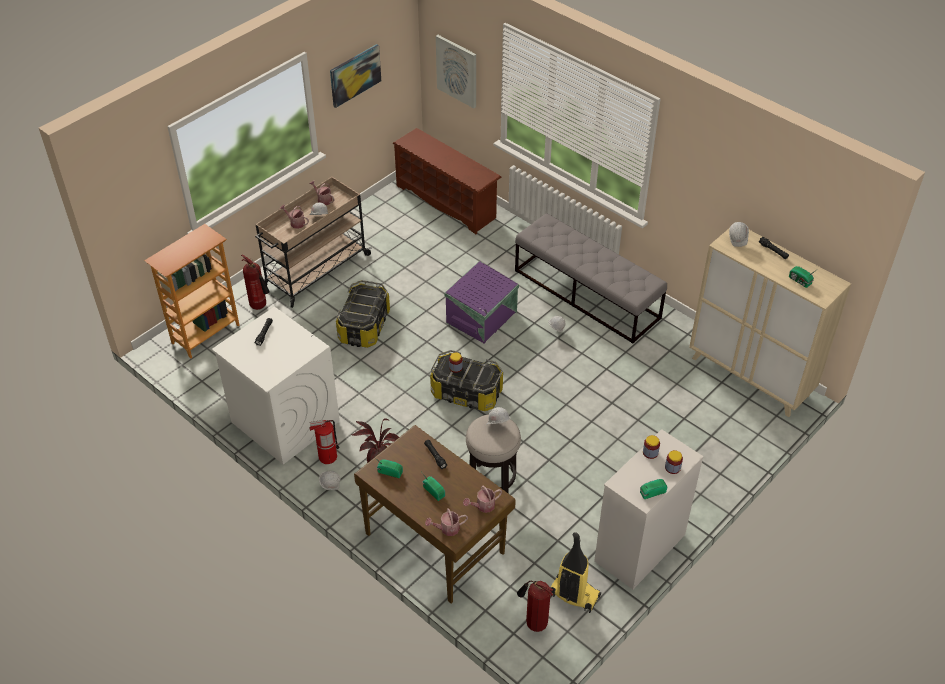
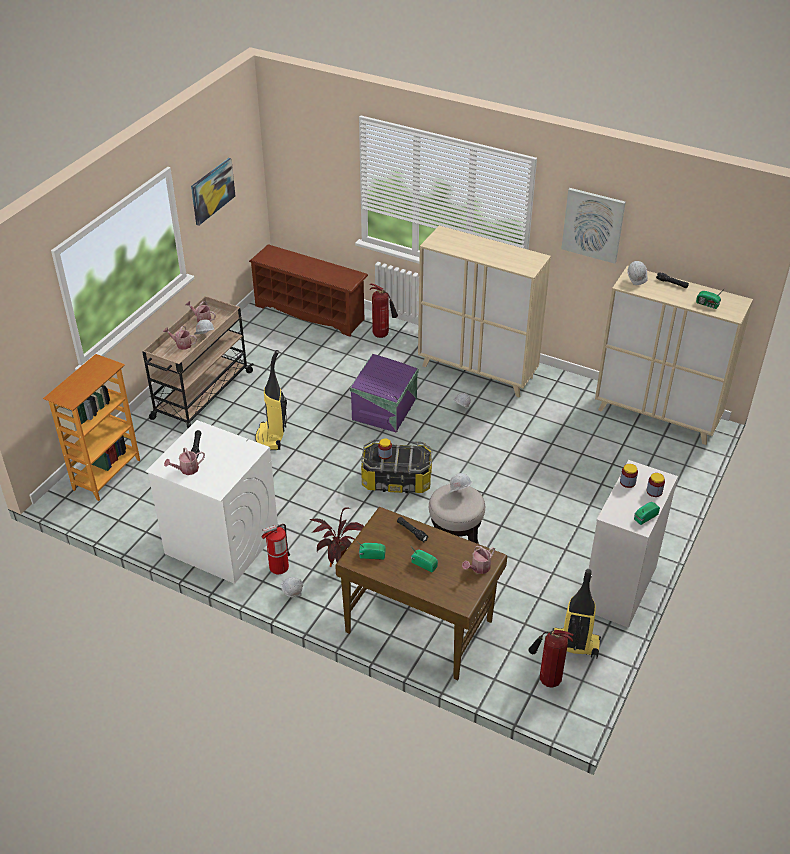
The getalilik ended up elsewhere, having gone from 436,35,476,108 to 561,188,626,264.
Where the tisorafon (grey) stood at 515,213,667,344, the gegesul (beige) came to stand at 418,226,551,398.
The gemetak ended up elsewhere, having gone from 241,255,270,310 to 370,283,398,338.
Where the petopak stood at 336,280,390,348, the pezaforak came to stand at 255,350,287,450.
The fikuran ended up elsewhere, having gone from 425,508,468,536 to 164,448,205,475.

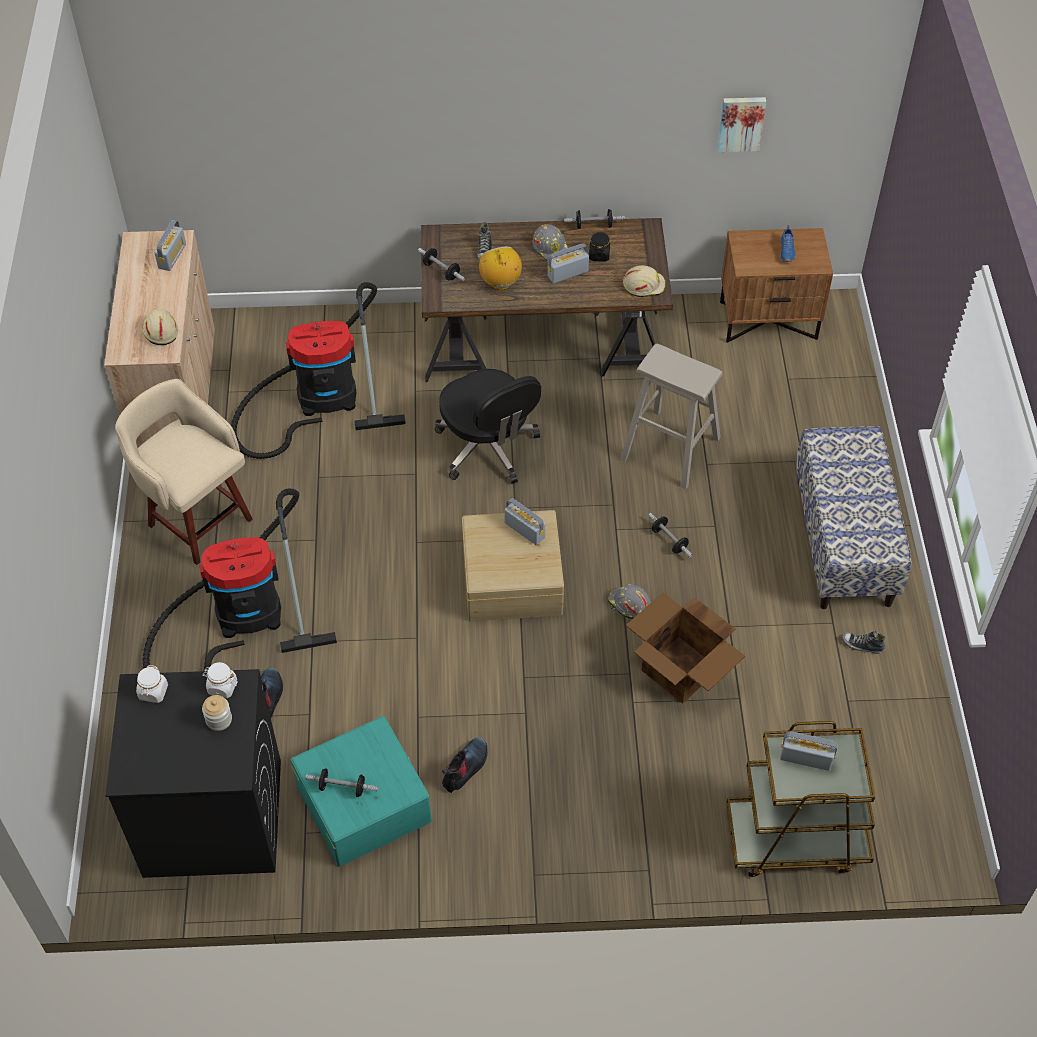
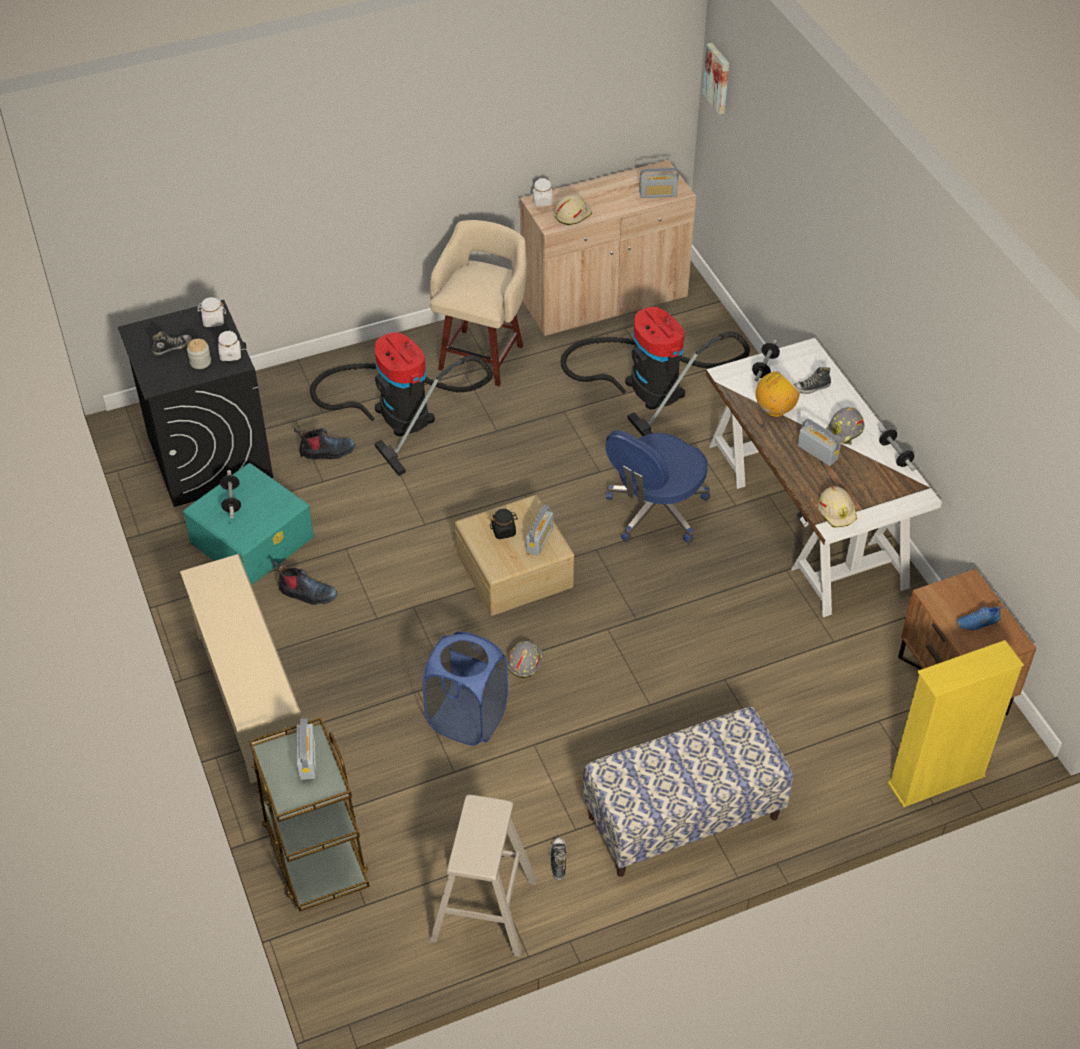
The getalilik ended up elsewhere, having gone from 717,97,766,152 to 702,43,729,115.
What was the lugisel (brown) at 421,218,673,382 turned into the lugisel (white) at 706,338,942,617.
The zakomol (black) ended up elsewhere, having gone from 589,231,610,261 to 490,509,518,539.
The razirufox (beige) ended up elsewhere, having gone from 620,344,723,489 to 430,795,537,957.
What was the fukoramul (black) at 435,369,541,484 turned into the fukoramul (blue) at 606,430,710,544.
The second view lost the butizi at 648,513,692,558.
Where the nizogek stood at 626,593,745,704, the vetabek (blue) came to stand at 423,631,508,746.
The second view gained the zakomol (white) at 533,178,552,206.
The second view gained the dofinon at 152,331,192,355.
The second view gained the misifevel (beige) at 180,554,301,783.
The second view gained the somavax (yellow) at 887,640,1024,807.

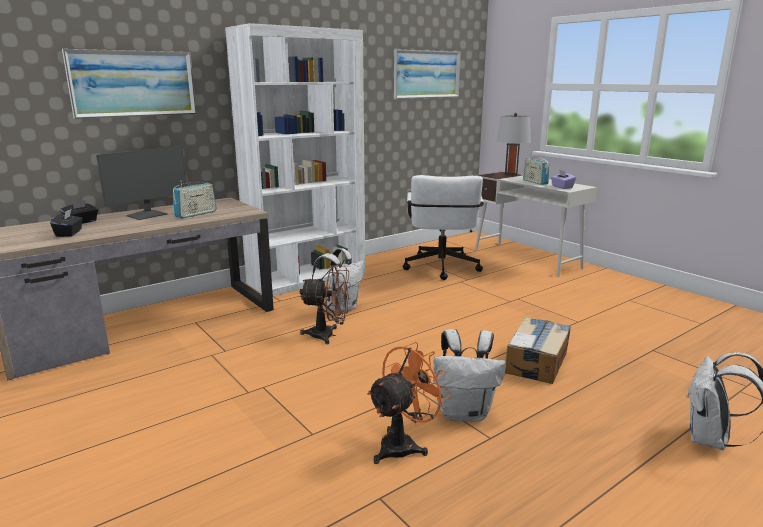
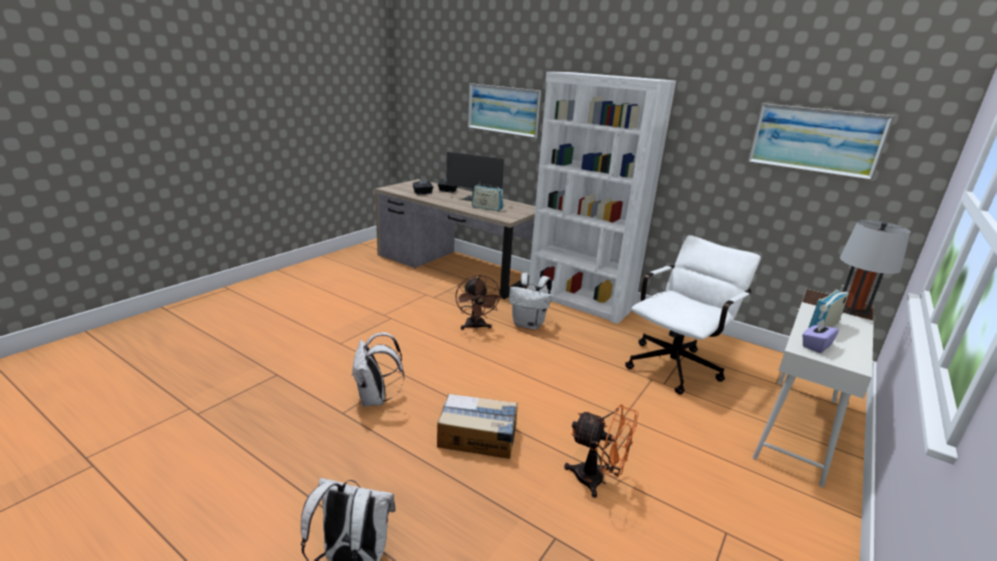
The fukoramul (white) at 403,175,484,280 ended up facing another way, 150 degrees clockwise from before.
The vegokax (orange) ended up elsewhere, having gone from 367,342,452,464 to 564,404,638,498.

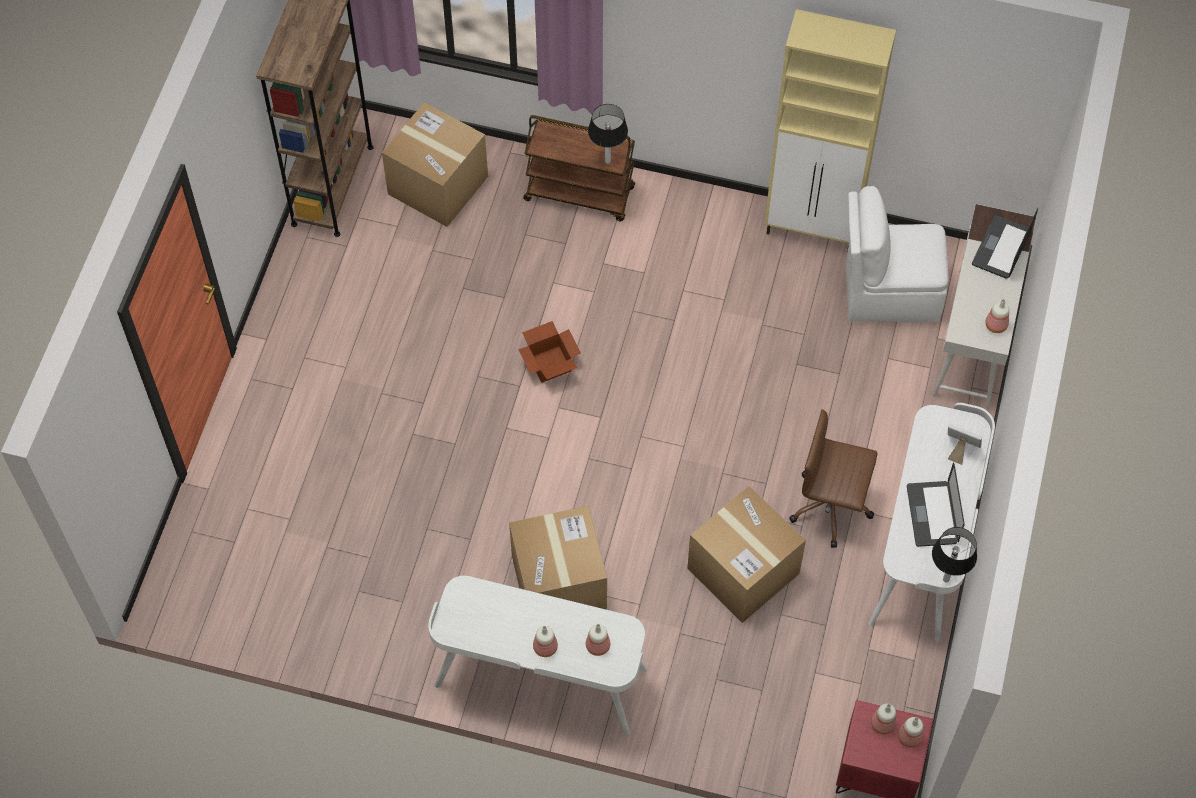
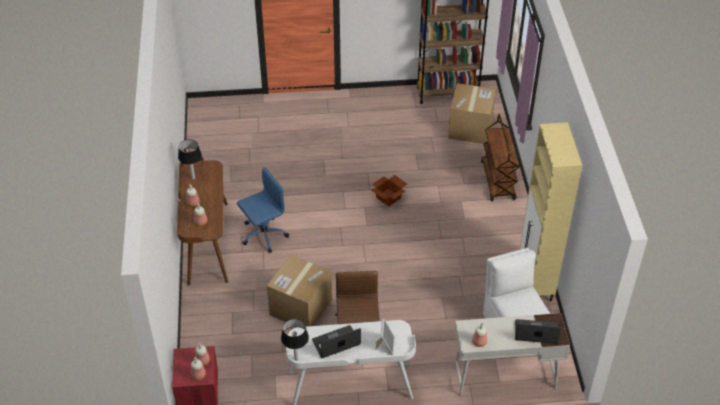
The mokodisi ended up elsewhere, having gone from 588,104,628,164 to 178,139,202,180.
Where the nizogek stood at 509,506,607,610, the fukoramul (blue) came to stand at 237,167,289,253.
What was the lugisel (white) at 428,576,647,736 turned into the lugisel (brown) at 177,157,228,286.

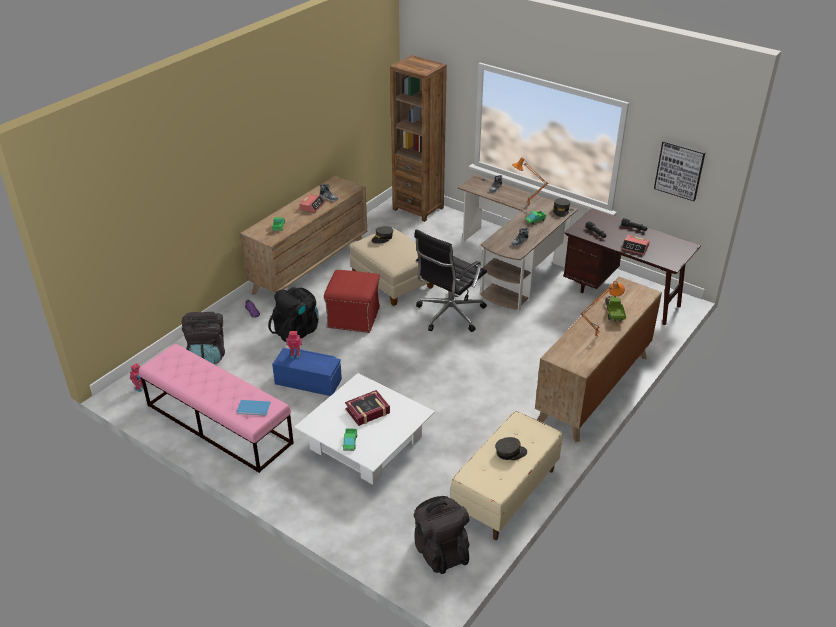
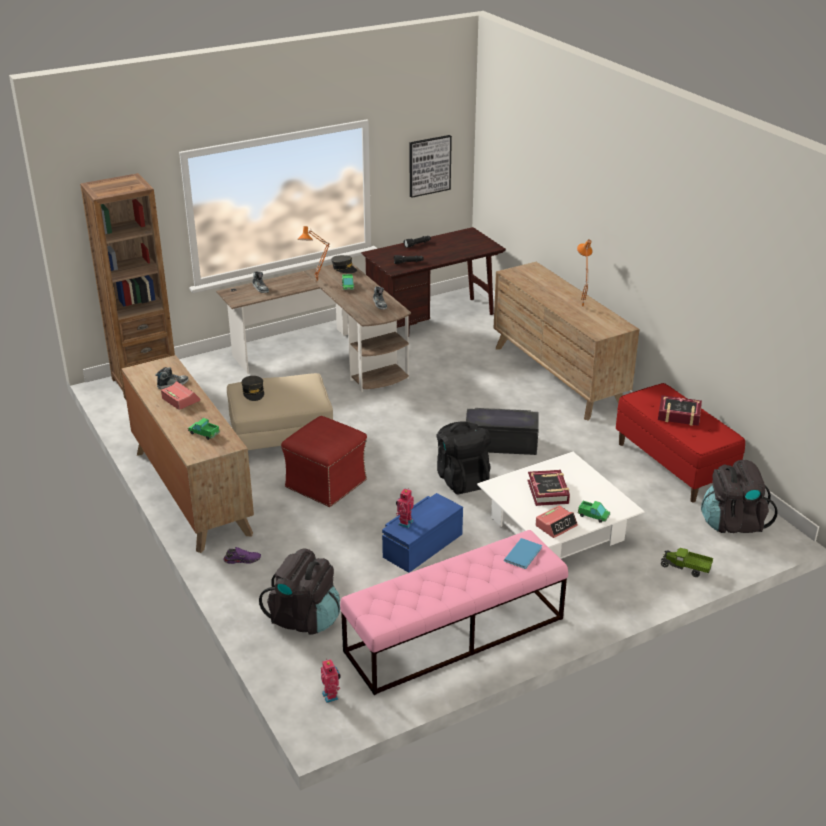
The second view lost the fukoramul (black) at 414,229,487,332.
The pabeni ended up elsewhere, having gone from 622,235,650,255 to 536,505,578,538.
The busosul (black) ended up elsewhere, having gone from 268,287,319,342 to 436,421,491,494.
The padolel ended up elsewhere, having gone from 605,296,626,322 to 660,548,713,577.
What was the tisorafon (beige) at 450,411,562,540 turned into the tisorafon (red) at 616,383,745,502.
Where the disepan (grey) stood at 495,437,527,460, the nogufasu came to stand at 658,395,702,426.
The second view gained the petopak (black) at 466,408,539,455.

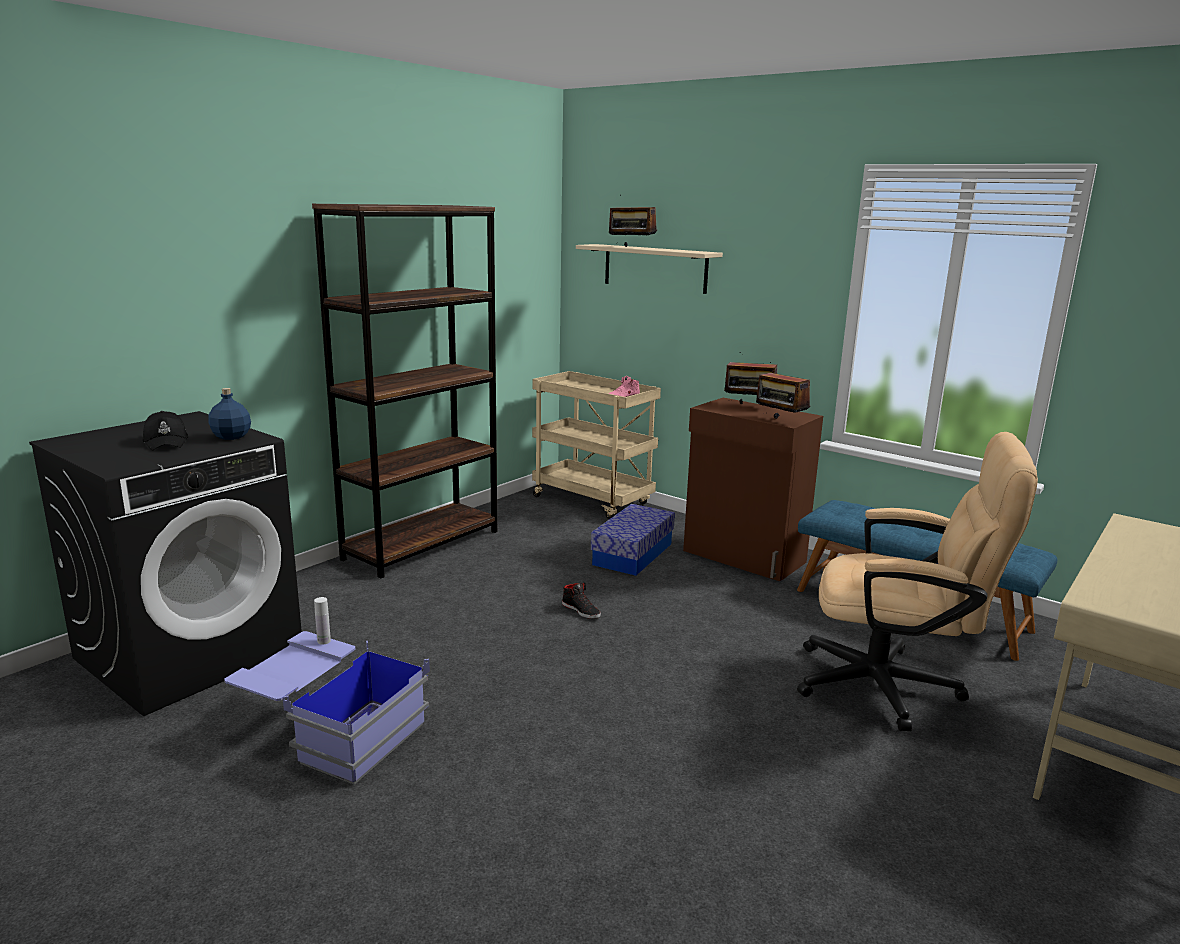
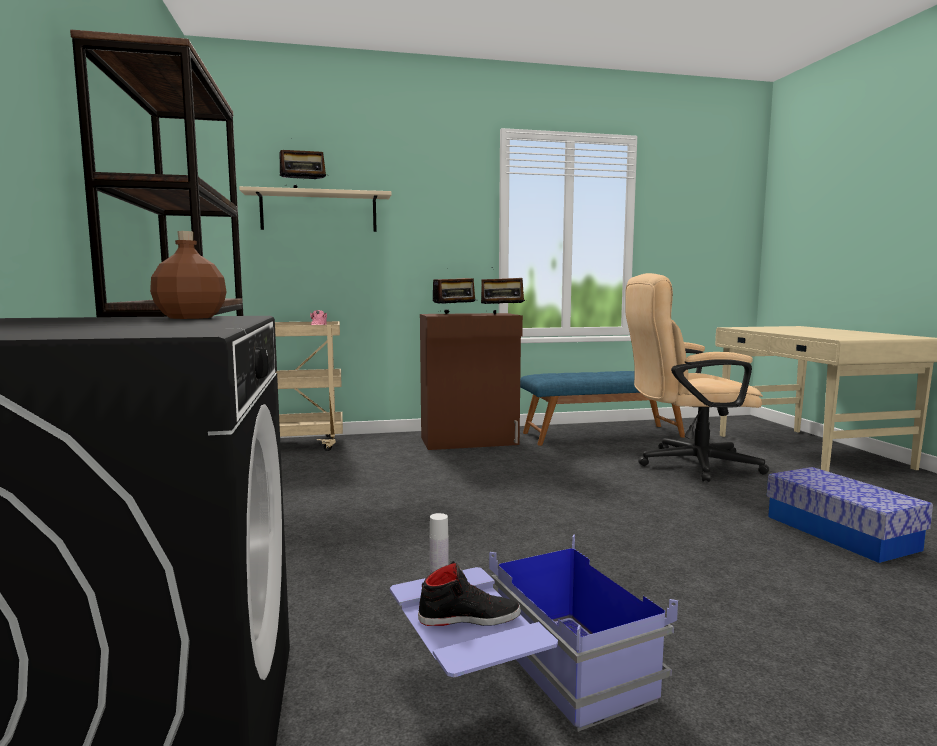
What was the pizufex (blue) at 208,388,251,440 turned into the pizufex (brown) at 150,231,227,319.
The second view lost the disepan (black) at 143,411,188,450.
The fukoramul (beige) at 797,432,1038,731 ended up facing another way, 150 degrees counterclockwise from before.
The petopak ended up elsewhere, having gone from 591,504,675,576 to 767,467,933,563.
The dofinon (black) ended up elsewhere, having gone from 562,583,601,619 to 418,561,521,626.

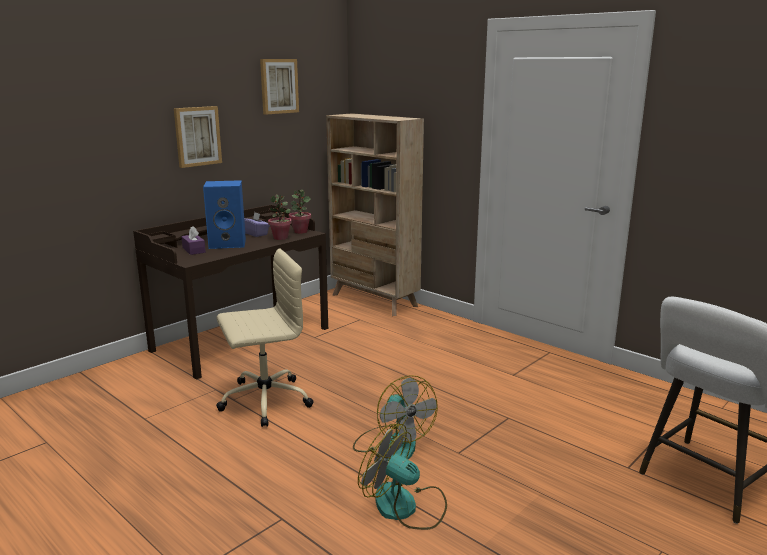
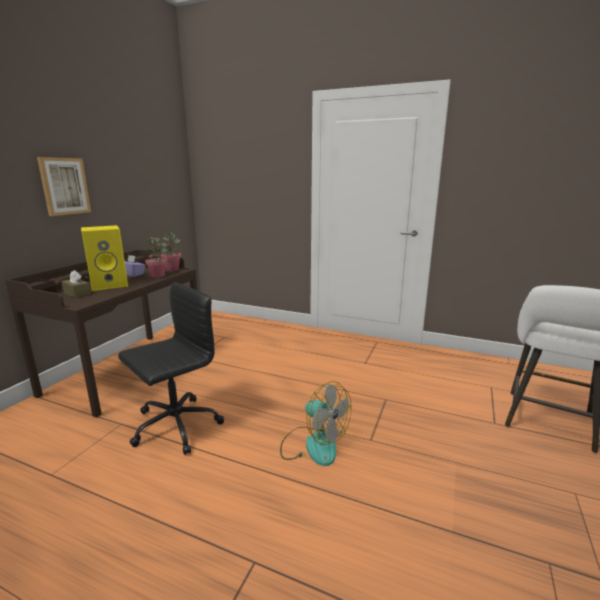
The second view lost the getalilik at 260,59,299,115.
The second view lost the somavax (beige) at 326,113,424,316.
What was the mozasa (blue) at 203,180,246,249 turned into the mozasa (yellow) at 81,225,128,291.
What was the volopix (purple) at 181,226,206,255 turned into the volopix (brown) at 61,270,91,298.
What was the fukoramul (beige) at 216,248,314,427 turned into the fukoramul (black) at 118,282,224,455.
The second view lost the vegokax at 358,424,447,530.

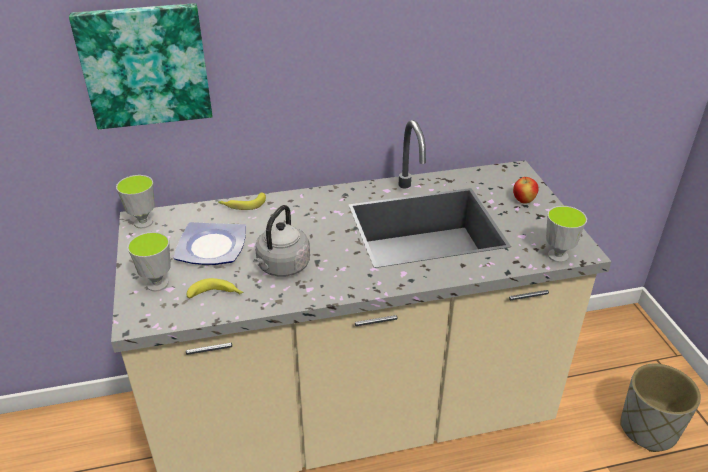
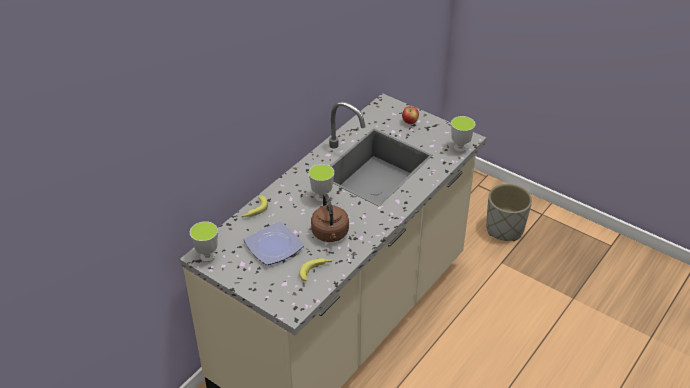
The second view lost the getalilik at 69,3,213,129.
What was the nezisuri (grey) at 253,205,310,277 turned into the nezisuri (brown) at 311,193,349,242.
The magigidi ended up elsewhere, having gone from 127,232,171,292 to 308,164,334,202.

